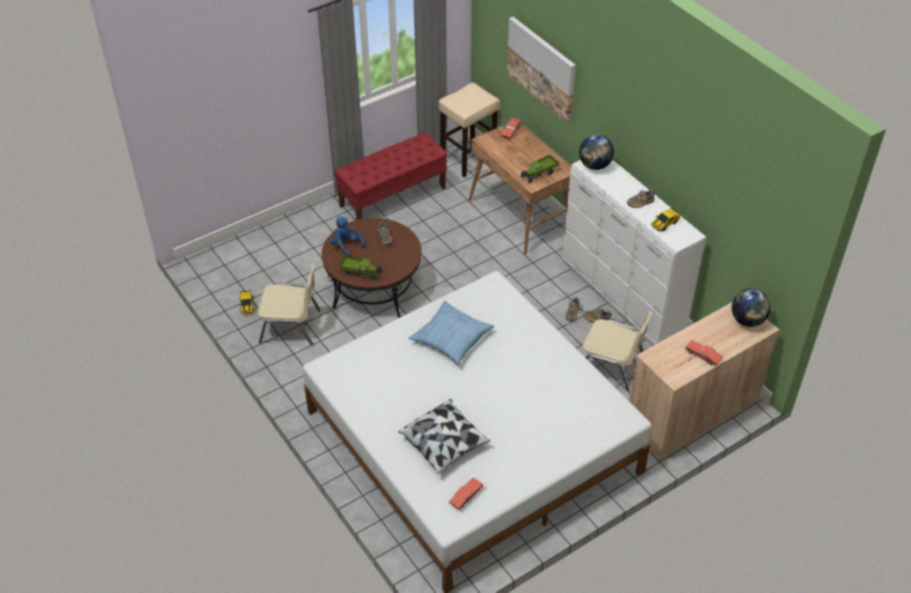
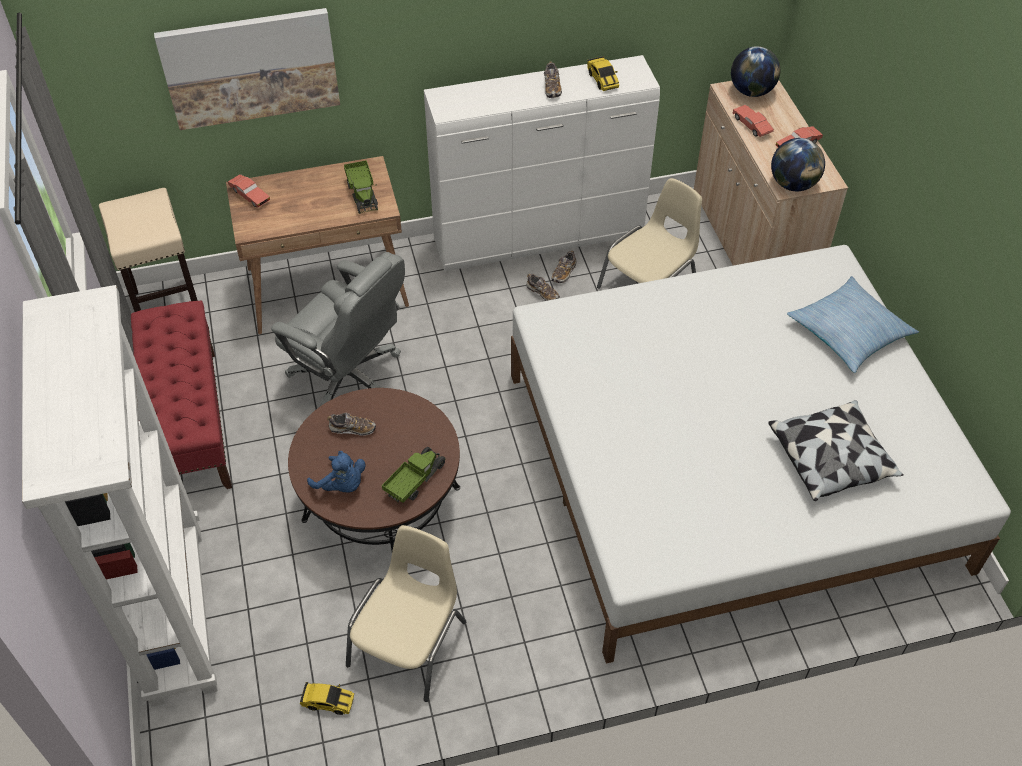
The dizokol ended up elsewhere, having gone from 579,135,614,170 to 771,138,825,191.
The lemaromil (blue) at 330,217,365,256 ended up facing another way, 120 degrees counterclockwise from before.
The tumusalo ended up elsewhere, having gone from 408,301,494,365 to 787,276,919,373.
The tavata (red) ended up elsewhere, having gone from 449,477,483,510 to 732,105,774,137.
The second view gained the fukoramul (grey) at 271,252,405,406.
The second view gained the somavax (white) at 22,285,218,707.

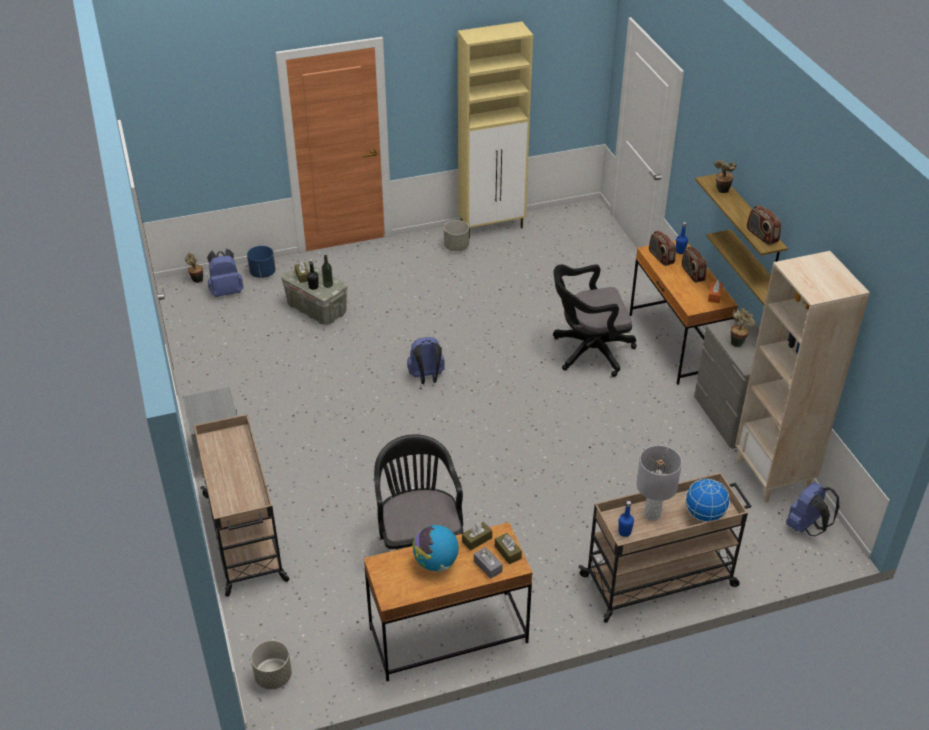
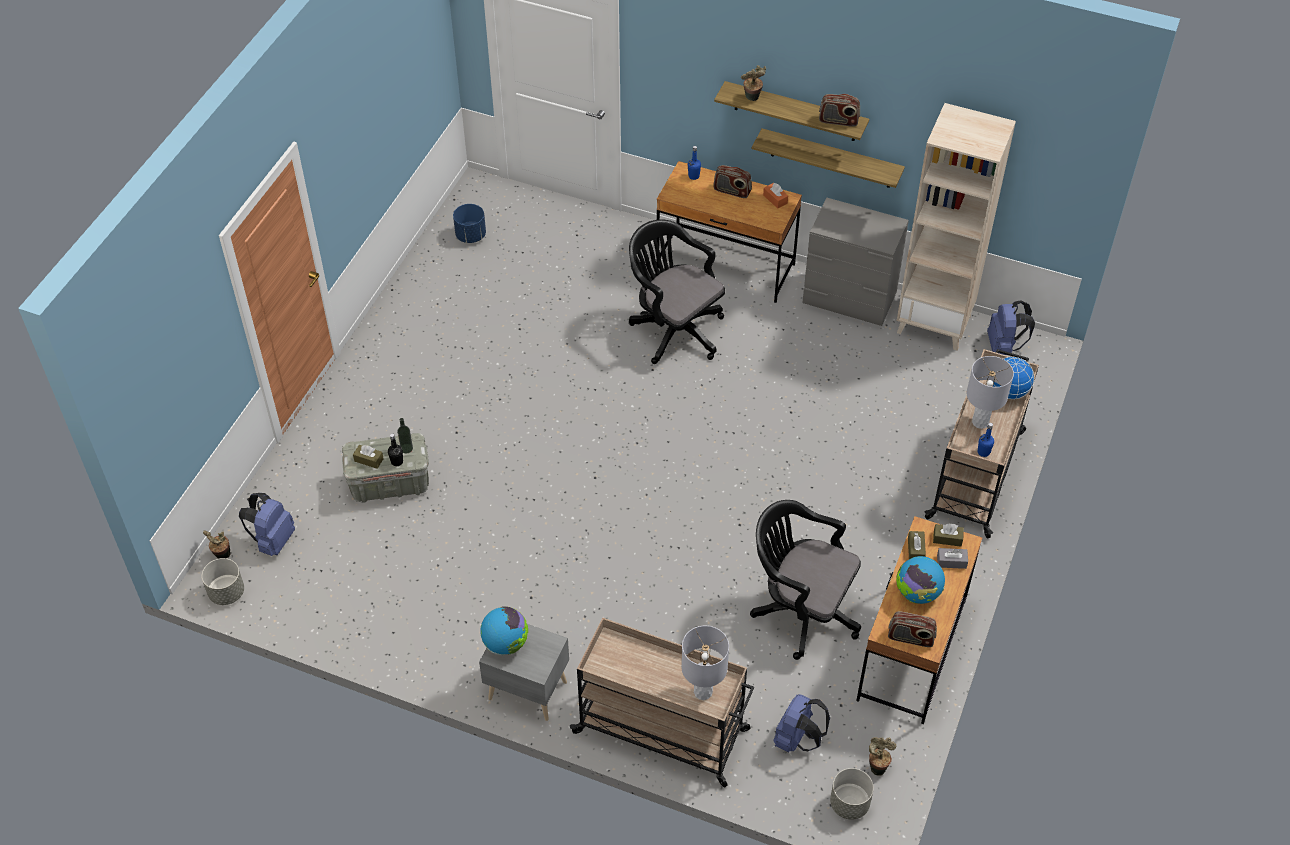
The second view lost the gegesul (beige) at 458,22,533,238.
The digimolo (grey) ended up elsewhere, having gone from 444,220,469,251 to 202,558,244,605.
The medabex ended up elsewhere, having gone from 649,231,676,266 to 888,611,937,647.
The digimolo (blue) ended up elsewhere, having gone from 247,246,276,278 to 453,204,486,243.
The fukoramul (black) at 553,264,637,377 ended up facing another way, 105 degrees clockwise from before.
The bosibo ended up elsewhere, having gone from 731,308,755,347 to 869,737,896,776.
The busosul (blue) ended up elsewhere, having gone from 407,337,445,384 to 773,694,830,753.
The second view gained the dizokol at 480,606,528,655.
The second view gained the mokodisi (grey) at 681,626,729,700.

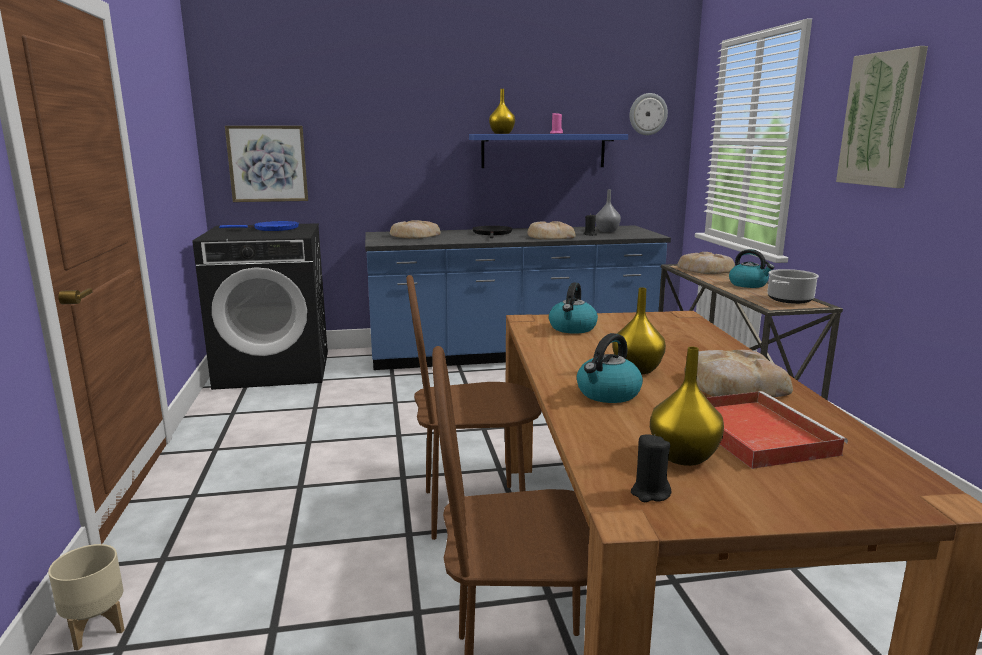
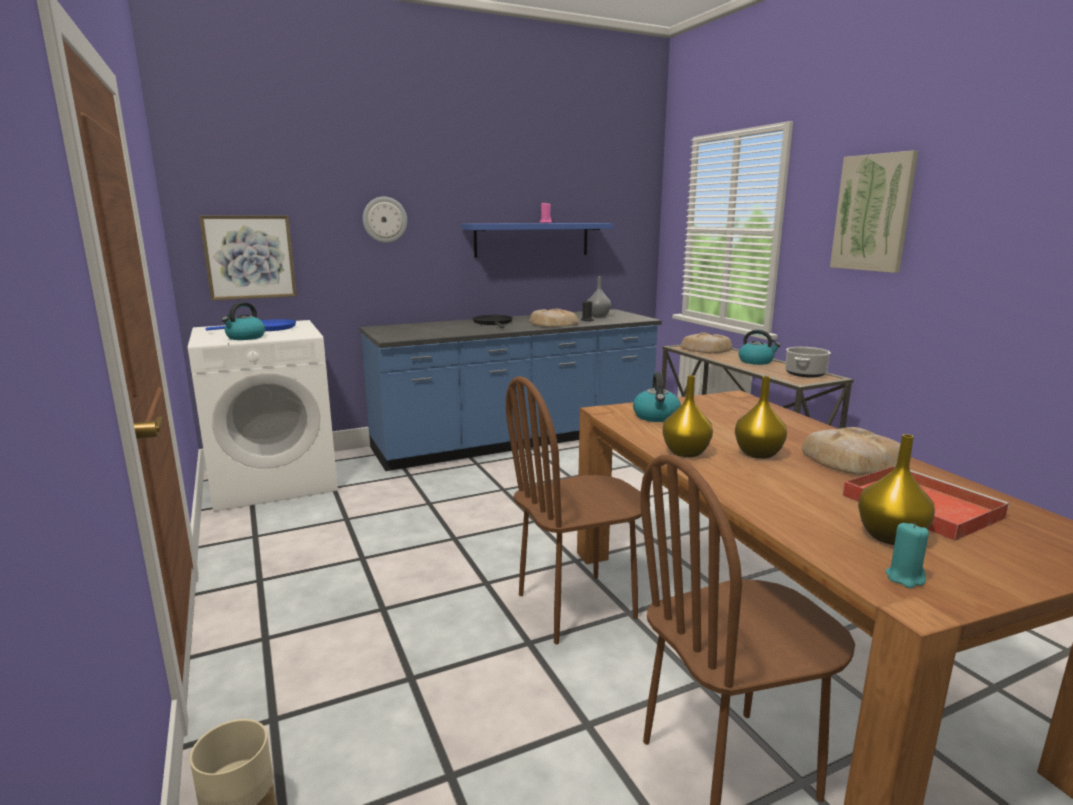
The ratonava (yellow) ended up elsewhere, having gone from 489,89,515,134 to 663,375,713,457.
The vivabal ended up elsewhere, having gone from 630,93,668,135 to 363,197,407,243.
The second view lost the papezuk at 390,220,441,239.
What was the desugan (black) at 193,223,328,390 turned into the desugan (white) at 188,320,338,512.
The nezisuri ended up elsewhere, having gone from 577,333,643,403 to 222,302,265,340.
What was the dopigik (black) at 631,434,671,502 turned into the dopigik (turquoise) at 885,523,929,588.

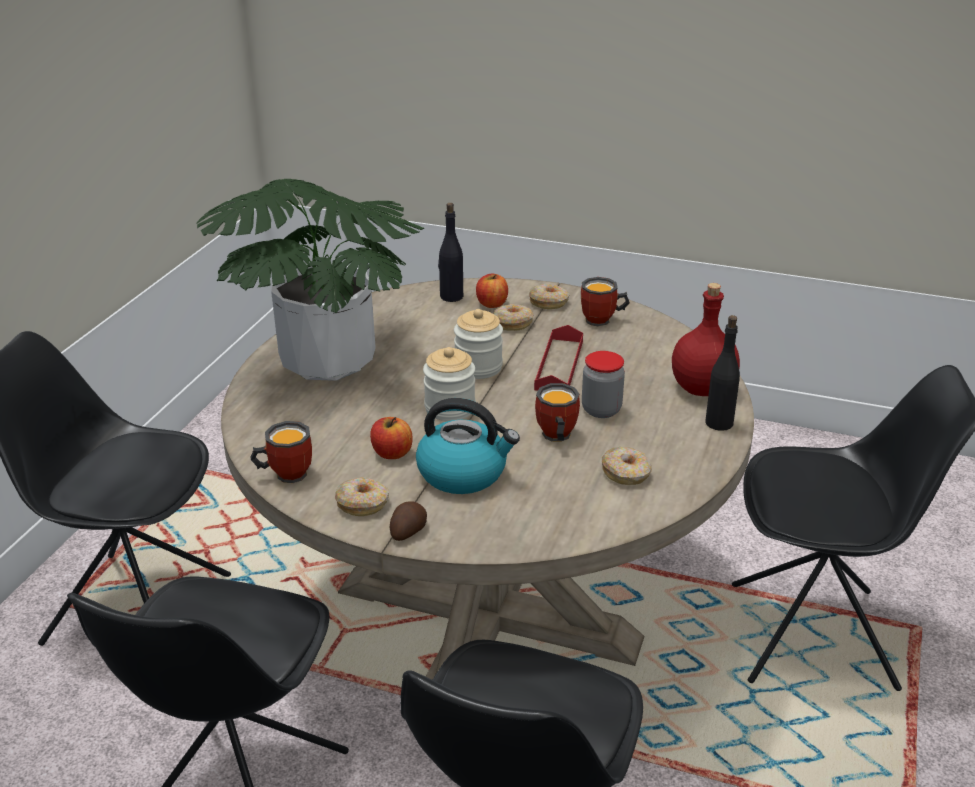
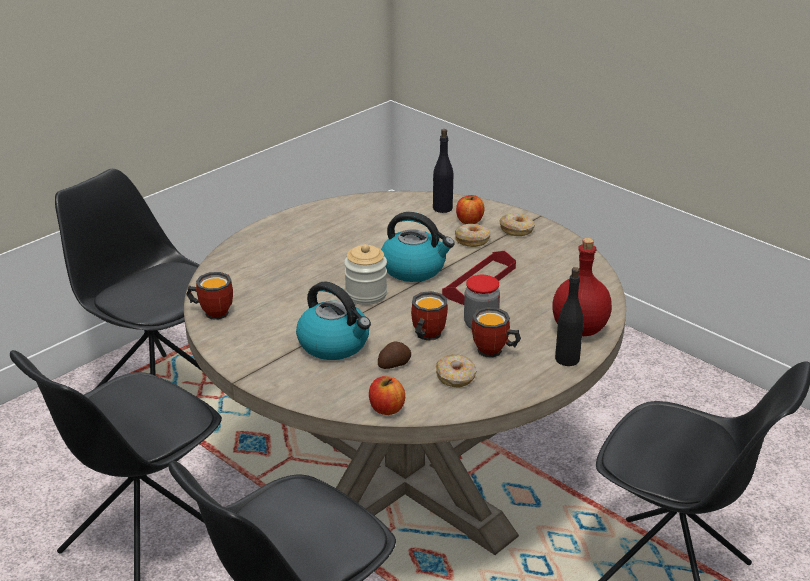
The second view lost the bosibo at 196,179,424,381.
The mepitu ended up elsewhere, having gone from 581,277,630,327 to 472,307,521,358.
Where the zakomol stood at 454,309,503,379, the nezisuri came to stand at 381,212,455,282.
The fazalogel ended up elsewhere, having gone from 370,417,413,459 to 369,376,405,415.
The second view lost the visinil at 335,477,389,516.
The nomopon ended up elsewhere, having gone from 390,501,427,541 to 378,342,411,369.

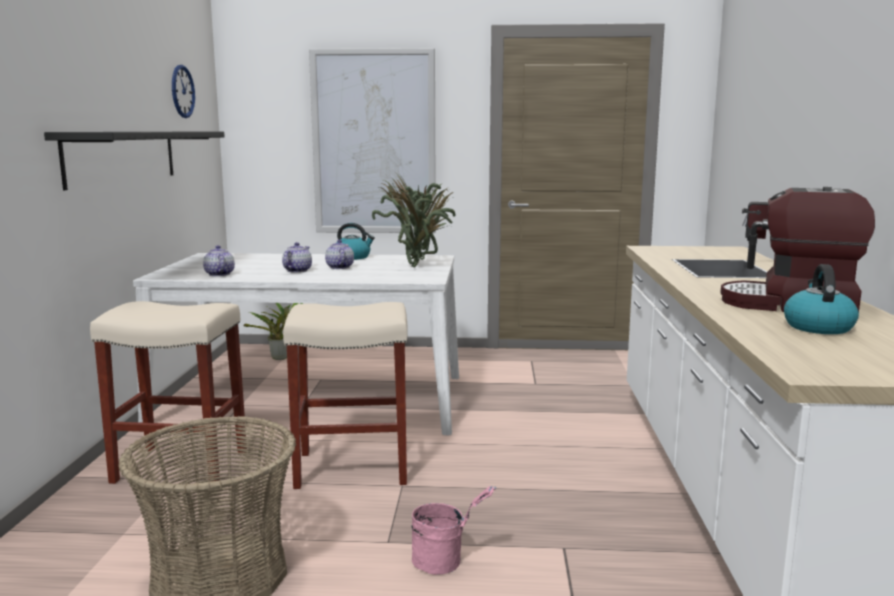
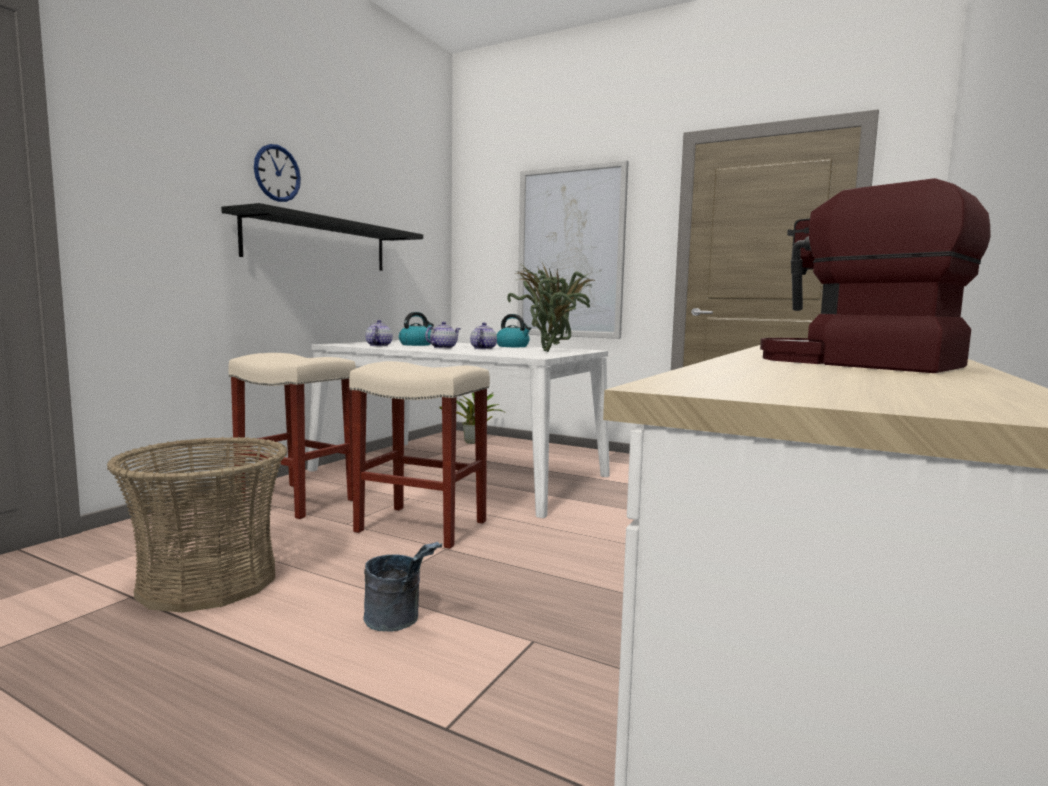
The vivabal ended up elsewhere, having gone from 172,65,195,118 to 254,144,301,202.
The nezisuri ended up elsewhere, having gone from 784,264,859,334 to 399,312,434,346.
What was the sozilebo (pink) at 411,486,497,575 turned into the sozilebo (grey) at 363,542,442,632.

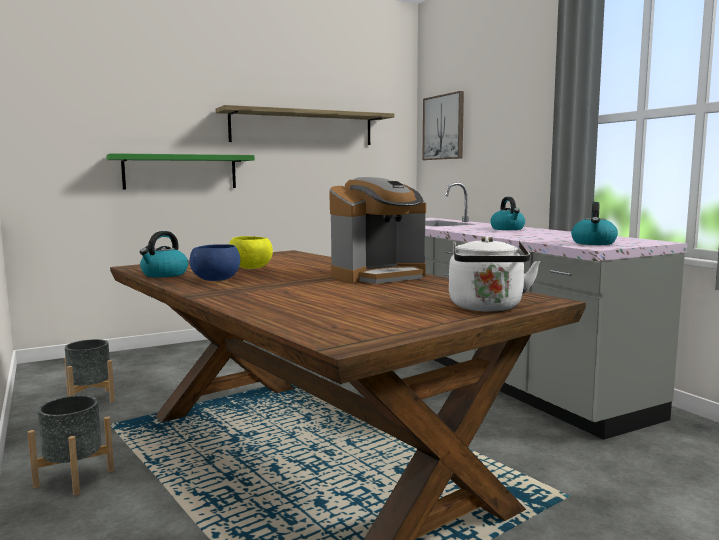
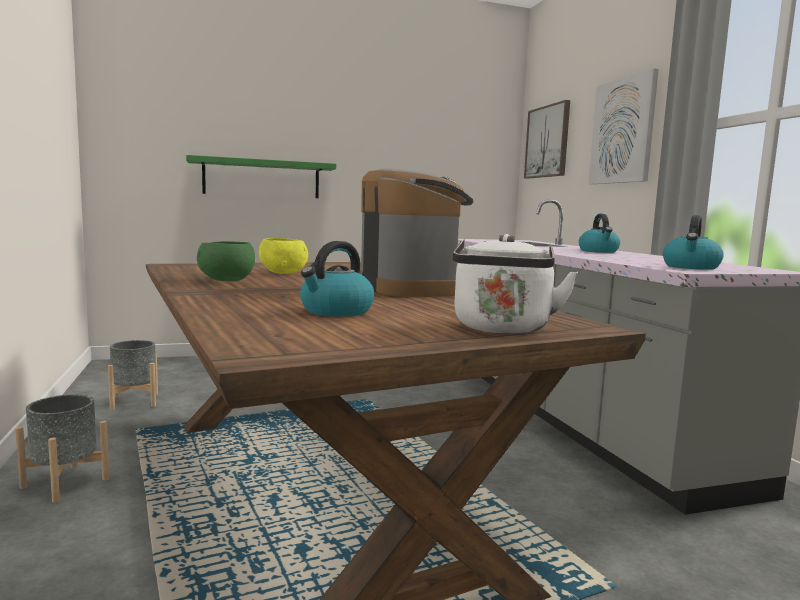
The second view lost the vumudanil at 216,105,394,145.
The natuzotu at 329,177,426,284 ended up facing another way, 90 degrees counterclockwise from before.
The nezisuri ended up elsewhere, having gone from 140,231,188,277 to 300,241,374,317.
What was the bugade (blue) at 189,244,240,281 turned into the bugade (green) at 197,241,255,281.
The second view gained the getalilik at 588,68,659,184.

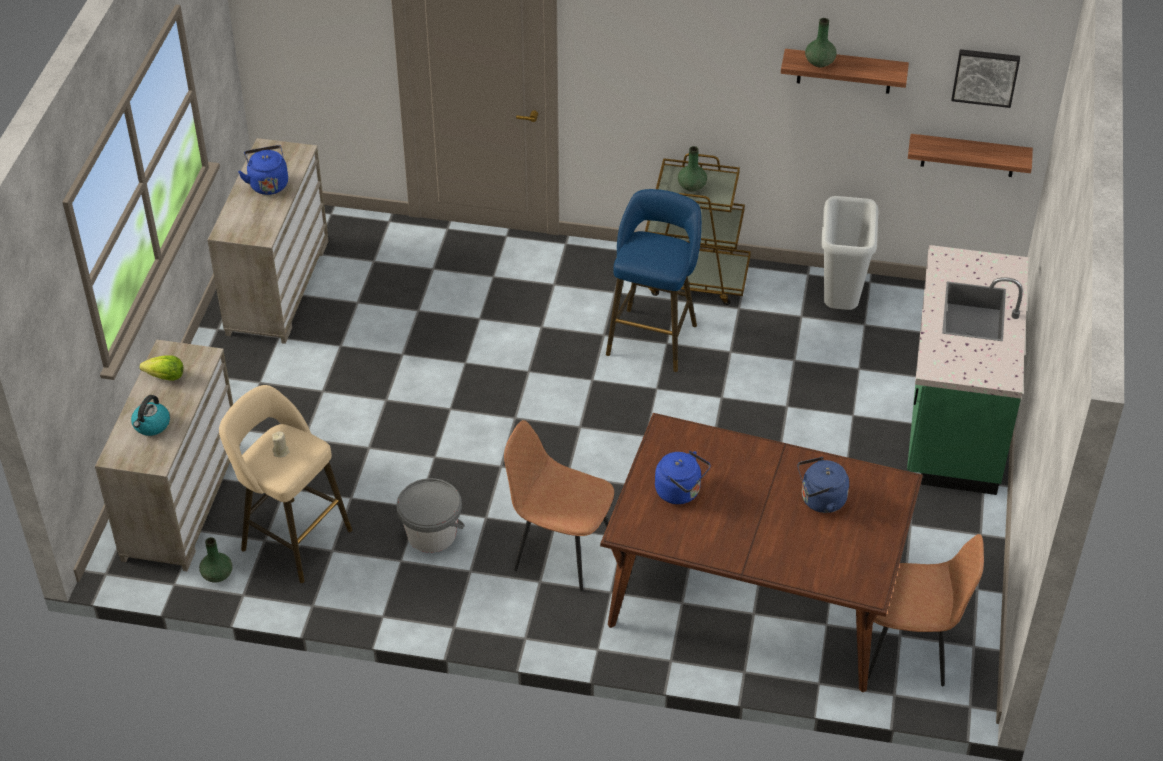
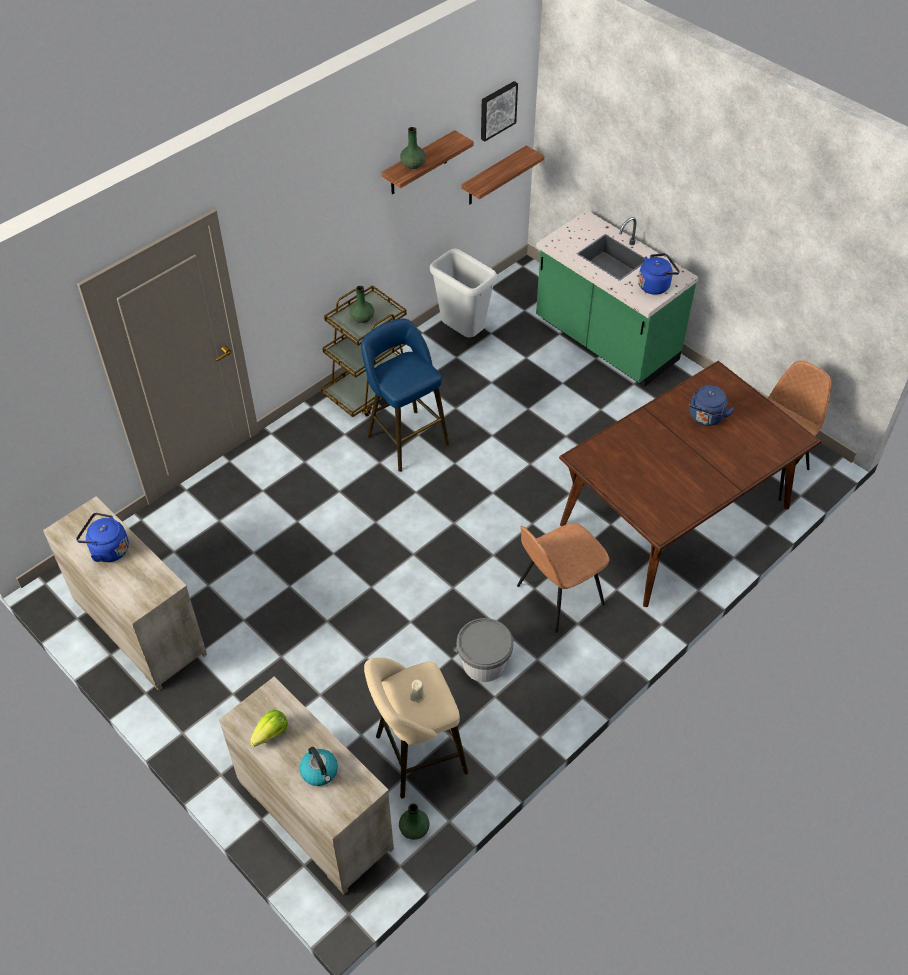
The nezisuri (blue) ended up elsewhere, having gone from 655,451,711,504 to 638,253,680,295.

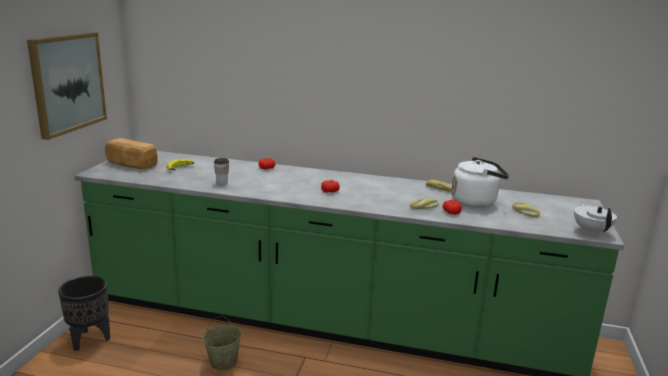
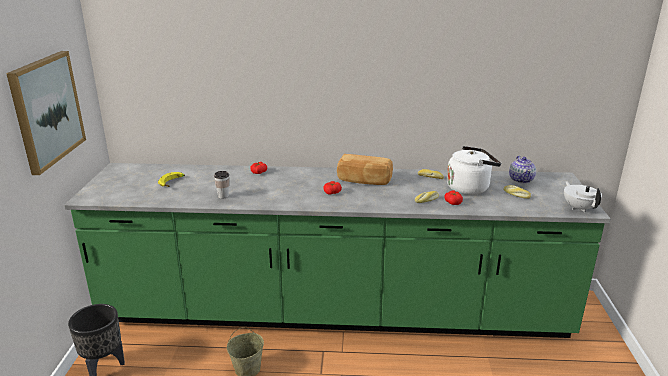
The papezuk ended up elsewhere, having gone from 105,138,158,169 to 337,154,393,185.
The second view gained the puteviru at 509,156,536,184.

